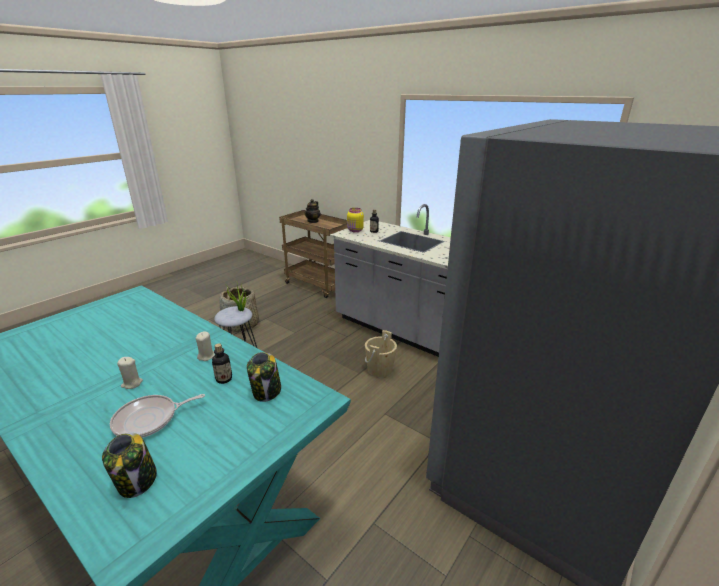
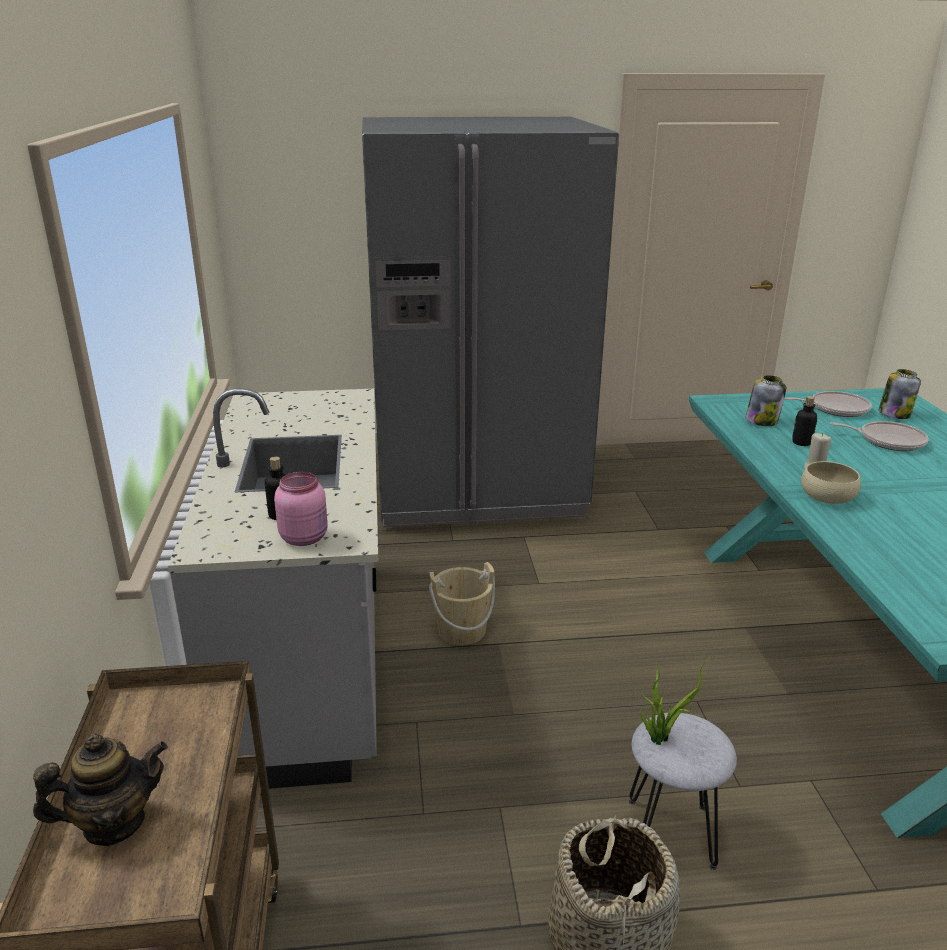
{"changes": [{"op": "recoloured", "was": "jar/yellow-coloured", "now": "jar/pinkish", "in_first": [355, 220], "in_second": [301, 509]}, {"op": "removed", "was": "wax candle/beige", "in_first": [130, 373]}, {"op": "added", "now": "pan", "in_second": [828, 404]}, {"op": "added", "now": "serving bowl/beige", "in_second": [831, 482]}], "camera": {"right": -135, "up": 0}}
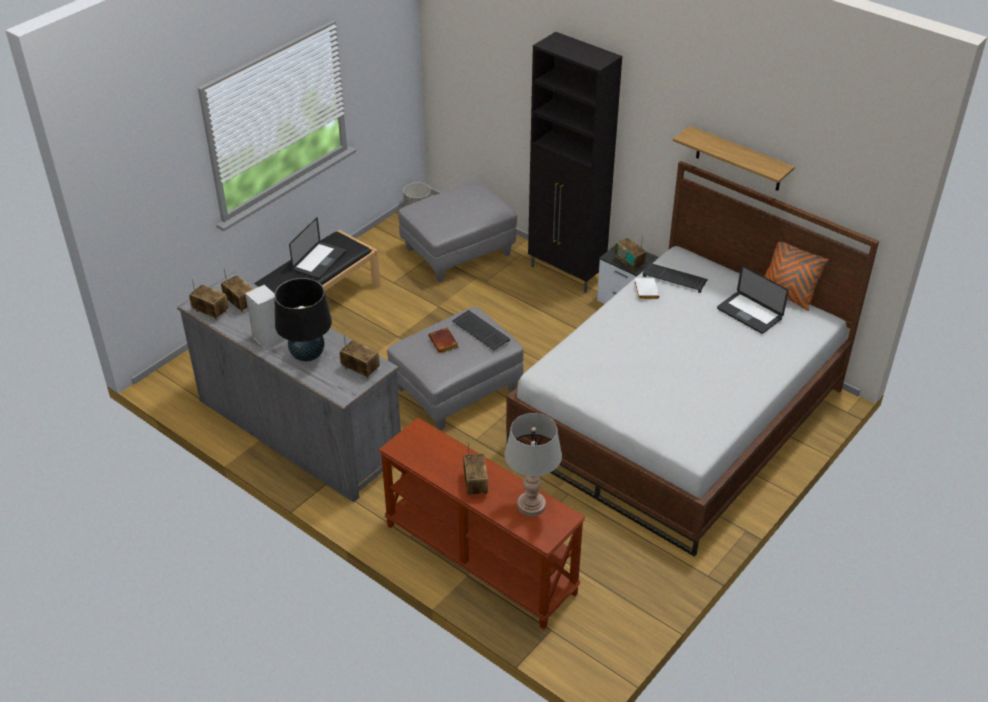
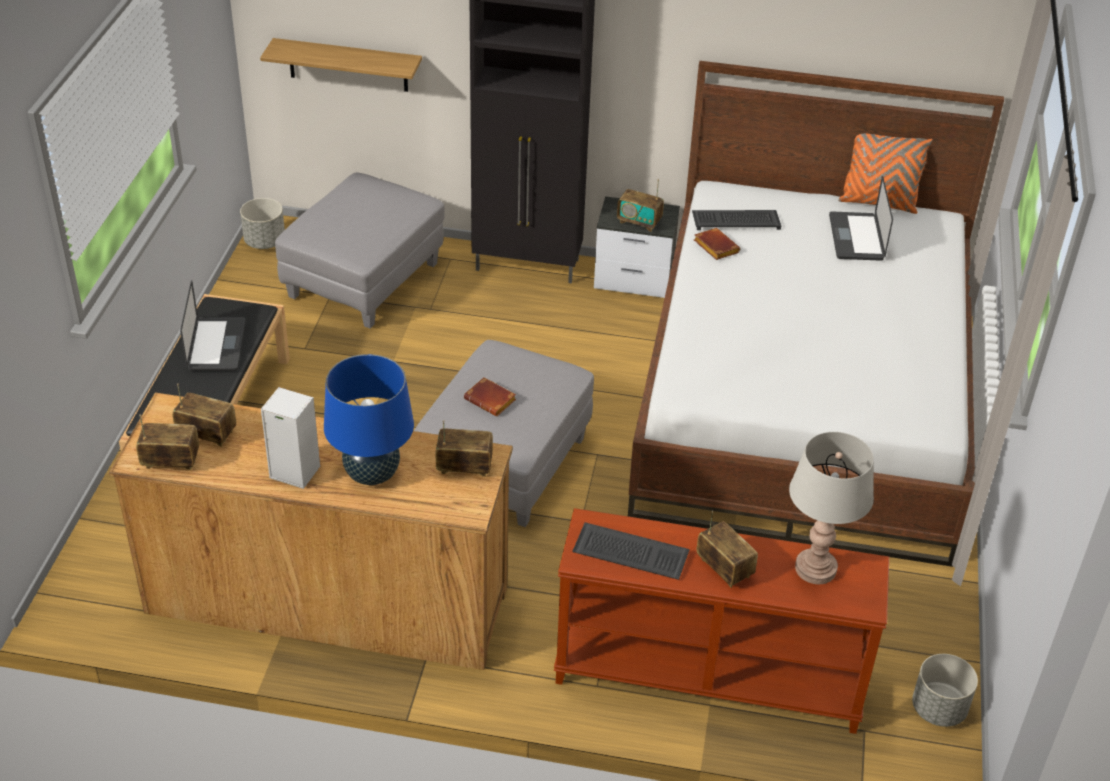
{"changes": [{"op": "moved", "was": "wall shelf", "in_first": [734, 158], "in_second": [341, 65]}, {"op": "turned", "was": "notebook computer", "in_first": [753, 299], "in_second": [861, 218], "clockwise": 75}, {"op": "recoloured", "was": "chest of drawers/grey", "now": "chest of drawers/brown", "in_first": [289, 387], "in_second": [311, 531]}, {"op": "recoloured", "was": "tabletop lamp/black-coloured", "now": "tabletop lamp/bluish", "in_first": [303, 319], "in_second": [369, 419]}, {"op": "recoloured", "was": "bound book/whitish", "now": "bound book/brown", "in_first": [647, 288], "in_second": [717, 244]}, {"op": "moved", "was": "computer keyboard", "in_first": [481, 330], "in_second": [631, 551]}, {"op": "added", "now": "flower pot/grey", "in_second": [945, 690]}], "camera": {"right": -30, "up": 0}}
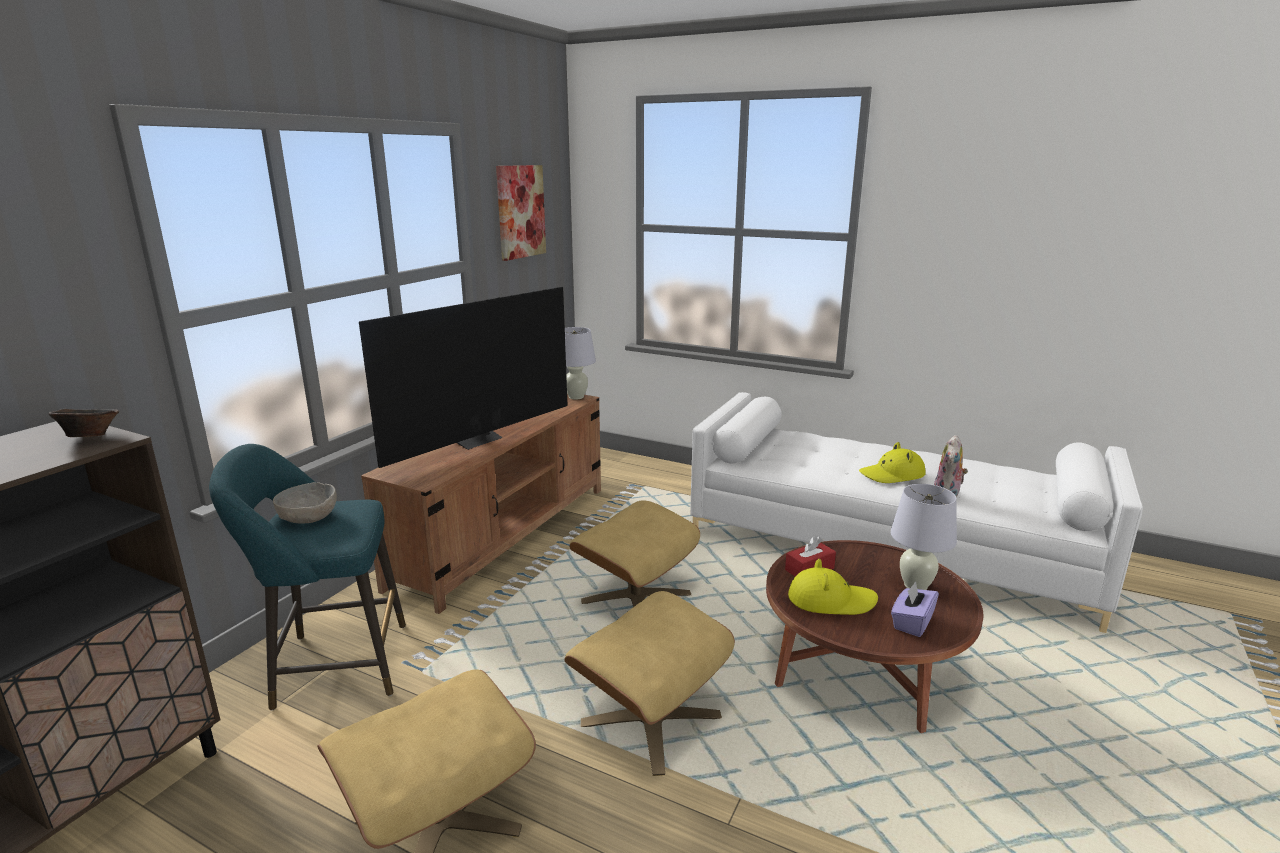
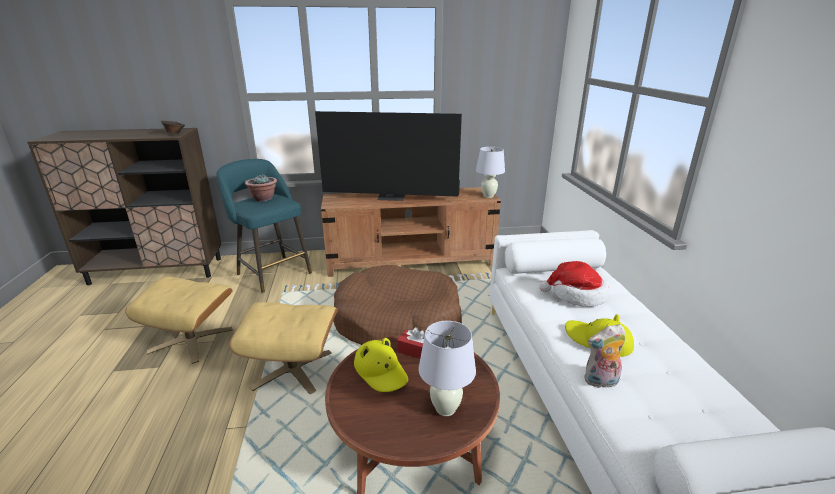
{"changes": [{"op": "removed", "was": "wall art", "in_first": [521, 213]}, {"op": "replaced", "was": "serving bowl/grey", "now": "plant in a pot", "in_first": [305, 503], "in_second": [261, 188]}, {"op": "replaced", "was": "footrest/beige", "now": "pet bed/brown", "in_first": [634, 553], "in_second": [397, 305]}, {"op": "removed", "was": "tissue holder/purple", "in_first": [915, 609]}, {"op": "added", "now": "clothing hat", "in_second": [574, 284]}], "camera": {"right": 55, "up": 5}}
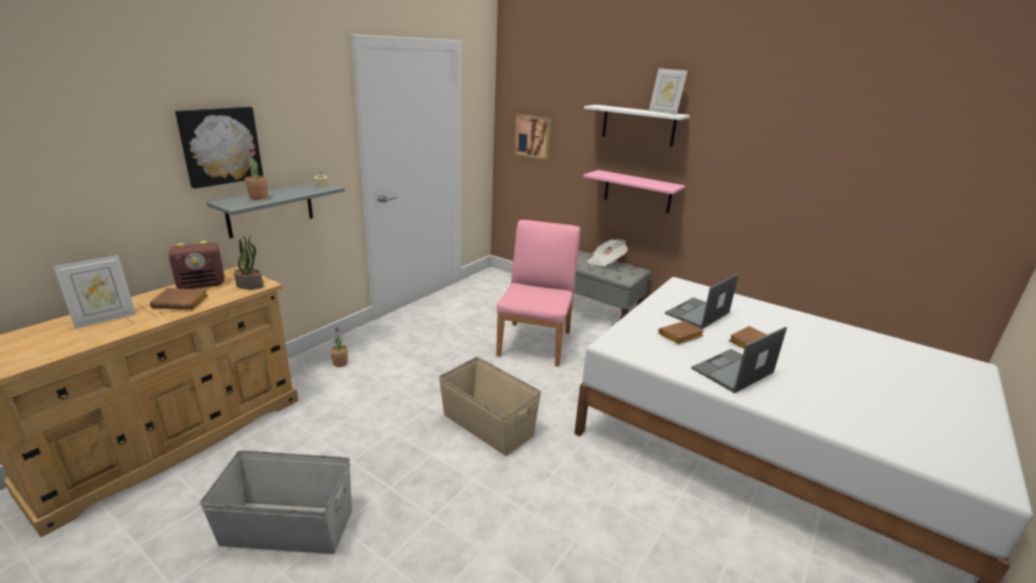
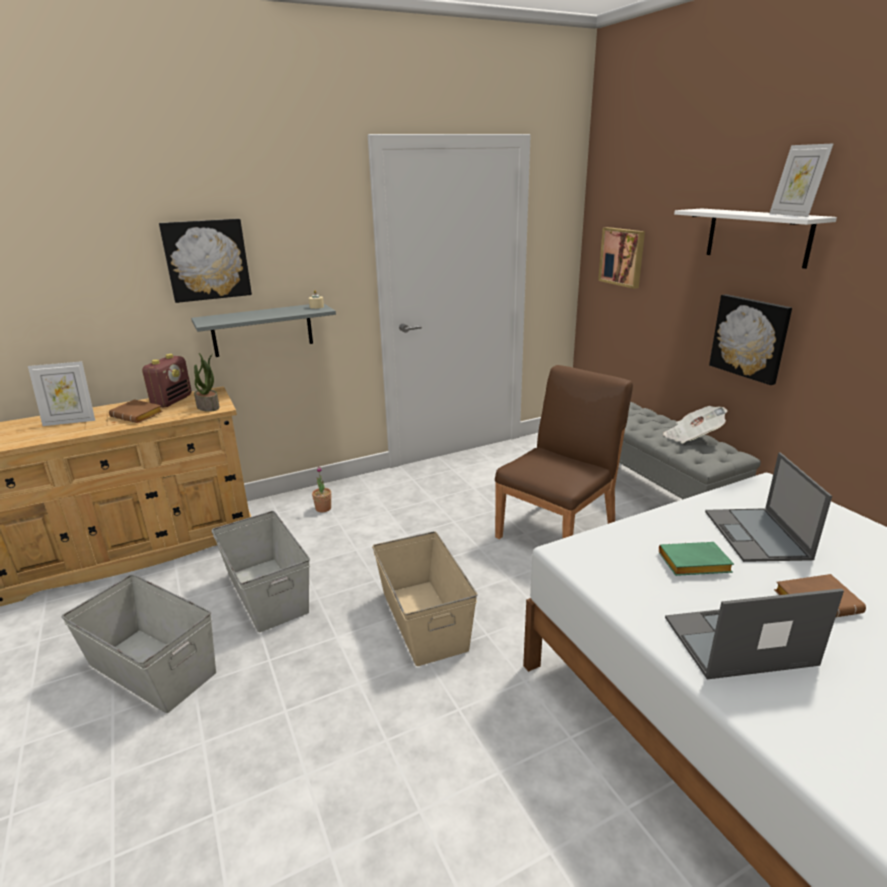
{"changes": [{"op": "removed", "was": "plant in a pot", "in_first": [256, 173]}, {"op": "replaced", "was": "wall shelf/pinkish", "now": "wall art", "in_first": [634, 191], "in_second": [750, 339]}, {"op": "recoloured", "was": "upright chair/pinkish", "now": "upright chair/brown", "in_first": [538, 293], "in_second": [564, 452]}, {"op": "turned", "was": "radio", "in_first": [196, 265], "in_second": [167, 380], "clockwise": -75}, {"op": "turned", "was": "notebook computer", "in_first": [702, 301], "in_second": [768, 507], "clockwise": -75}, {"op": "recoloured", "was": "bound book/brown", "now": "bound book/greenish", "in_first": [681, 332], "in_second": [696, 559]}, {"op": "added", "now": "storage box/grey", "in_second": [260, 571]}], "camera": {"right": 30, "up": 0}}
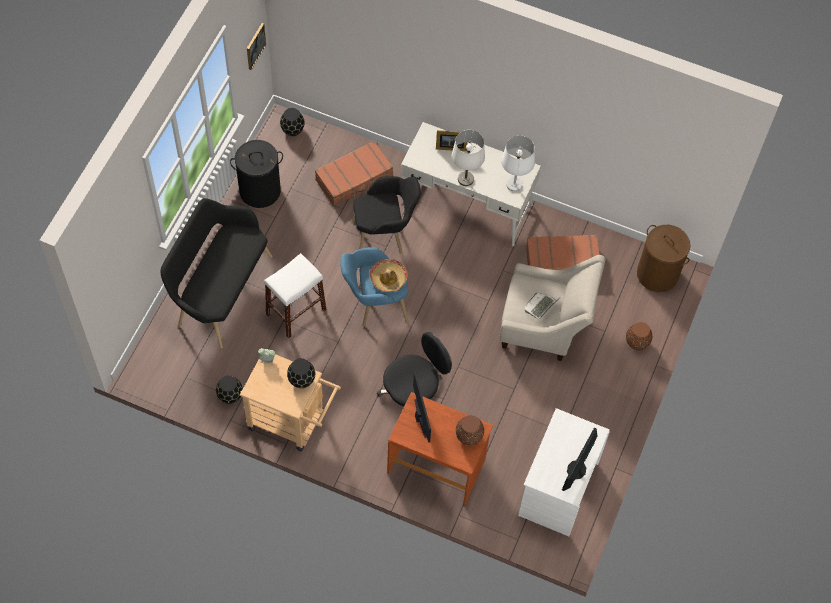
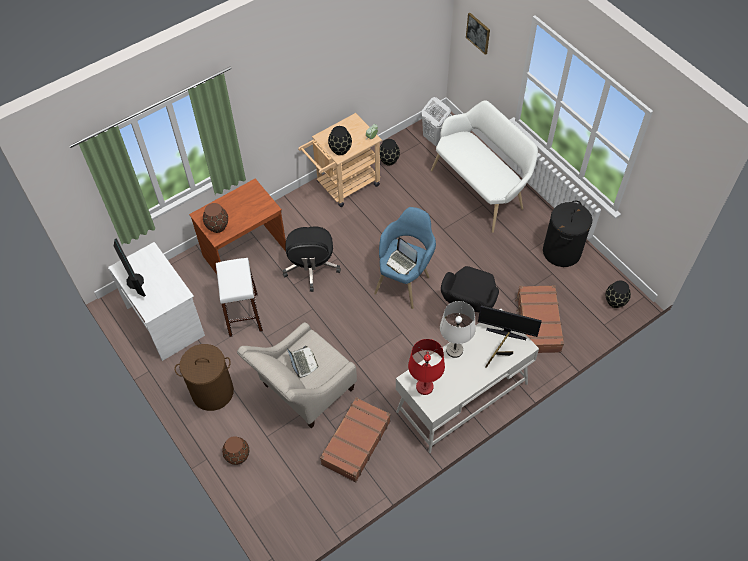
{"changes": [{"op": "moved", "was": "wall art", "in_first": [256, 46], "in_second": [478, 34]}, {"op": "recoloured", "was": "tabletop lamp/whitish", "now": "tabletop lamp/red", "in_first": [518, 163], "in_second": [426, 367]}, {"op": "recoloured", "was": "long seat/black-coloured", "now": "long seat/whitish", "in_first": [216, 273], "in_second": [484, 166]}, {"op": "moved", "was": "hamper/brown", "in_first": [663, 258], "in_second": [204, 377]}, {"op": "moved", "was": "sitting stool/whitish", "in_first": [295, 295], "in_second": [239, 297]}, {"op": "replaced", "was": "clothing hat", "now": "notebook computer", "in_first": [388, 275], "in_second": [402, 256]}, {"op": "moved", "was": "computer screen", "in_first": [422, 407], "in_second": [510, 322]}, {"op": "added", "now": "hamper/whitish", "in_second": [436, 122]}], "camera": {"right": 125, "up": -5}}
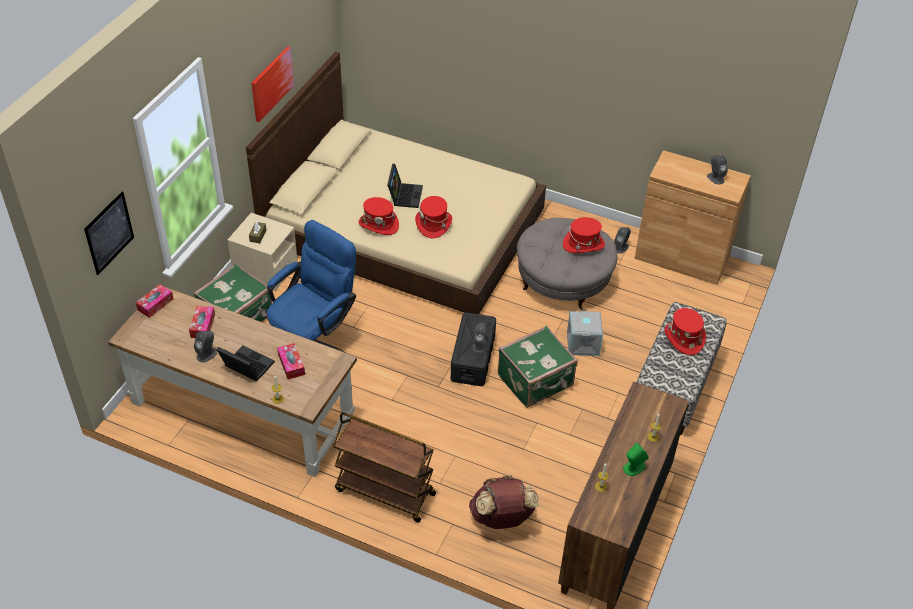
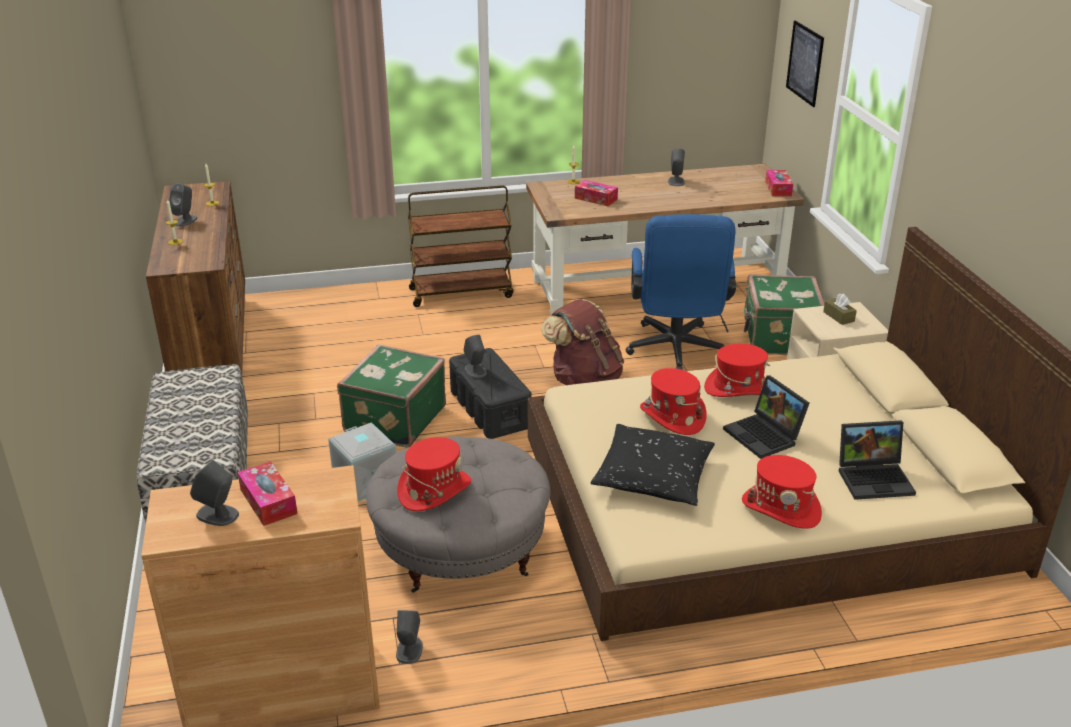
{"changes": [{"op": "removed", "was": "wall art", "in_first": [272, 84]}, {"op": "moved", "was": "tissue holder", "in_first": [202, 322], "in_second": [267, 493]}, {"op": "moved", "was": "clothing hat/red", "in_first": [685, 331], "in_second": [782, 491]}, {"op": "moved", "was": "notebook computer", "in_first": [245, 363], "in_second": [877, 460]}, {"op": "recoloured", "was": "speaker/greenish", "now": "speaker/grey", "in_first": [636, 459], "in_second": [183, 204]}, {"op": "moved", "was": "knapsack/brown", "in_first": [504, 502], "in_second": [582, 342]}, {"op": "added", "now": "throw pillow/black-coloured", "in_second": [652, 465]}], "camera": {"right": 145, "up": -15}}
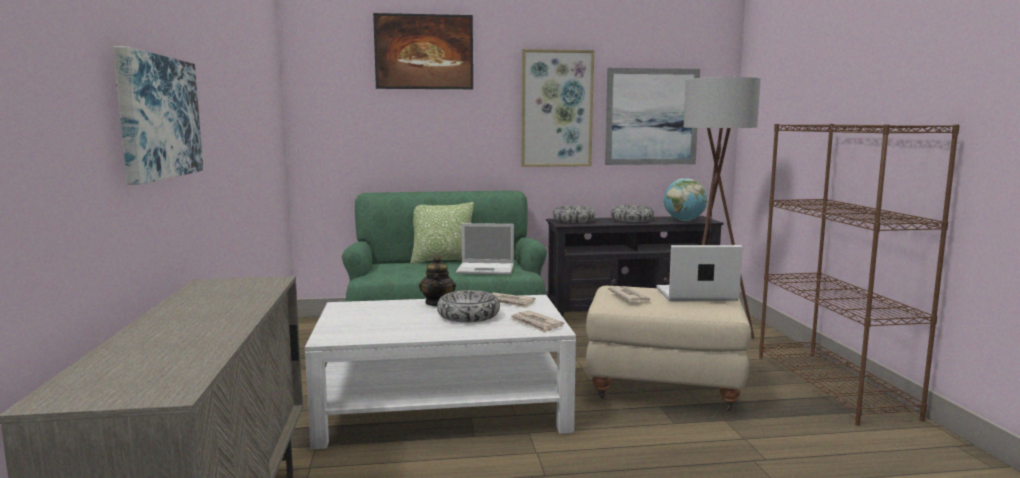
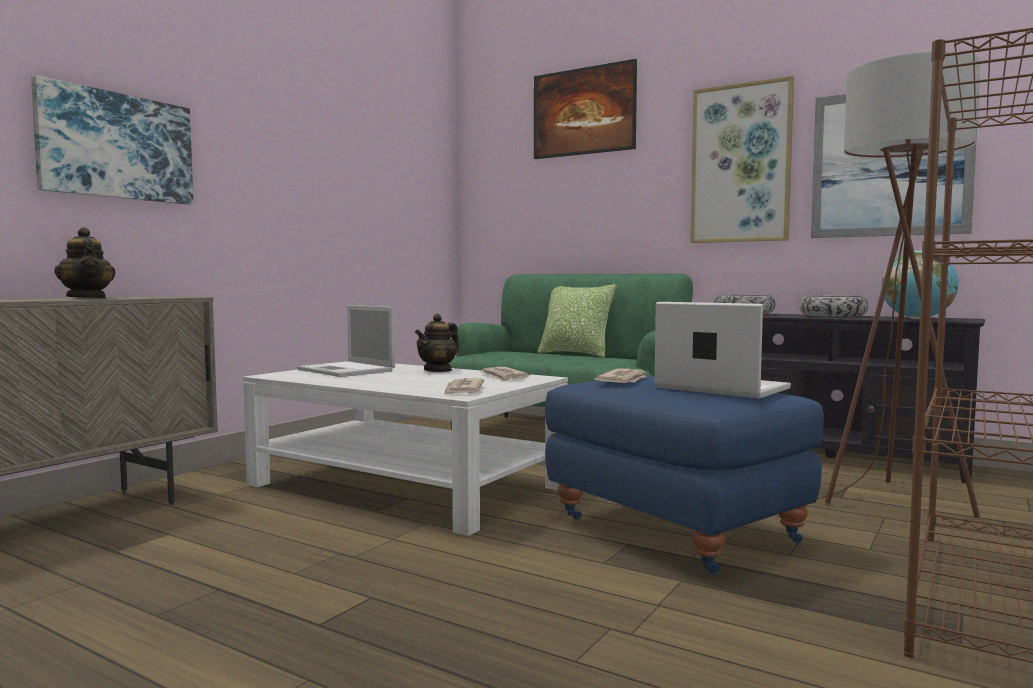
{"changes": [{"op": "moved", "was": "notebook computer", "in_first": [485, 249], "in_second": [346, 341]}, {"op": "recoloured", "was": "footrest/beige", "now": "footrest/bluish", "in_first": [668, 348], "in_second": [684, 475]}, {"op": "removed", "was": "serving bowl", "in_first": [468, 306]}, {"op": "added", "now": "tea pot", "in_second": [85, 263]}], "camera": {"right": 40, "up": -5}}
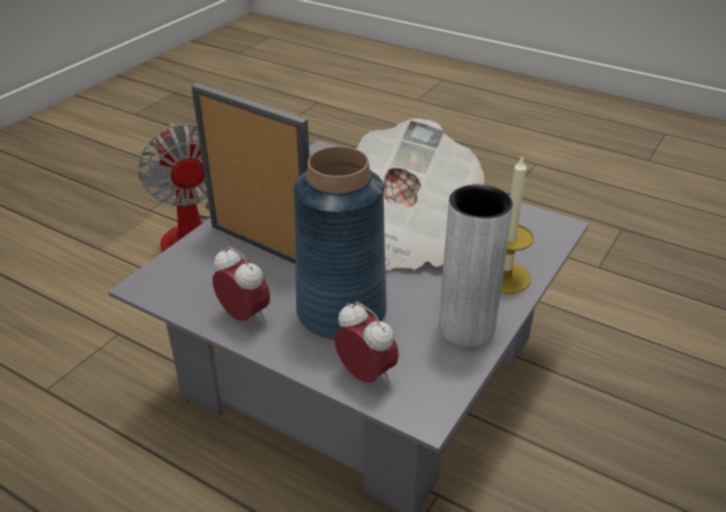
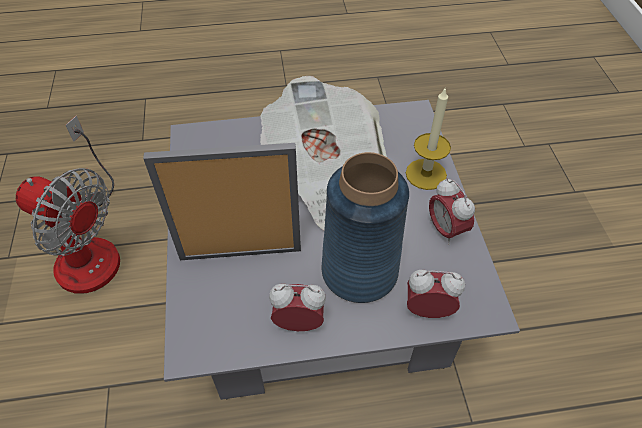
{"changes": [{"op": "replaced", "was": "vase/grey", "now": "bedside clock", "in_first": [476, 265], "in_second": [452, 211]}], "camera": {"right": -40, "up": 15}}
